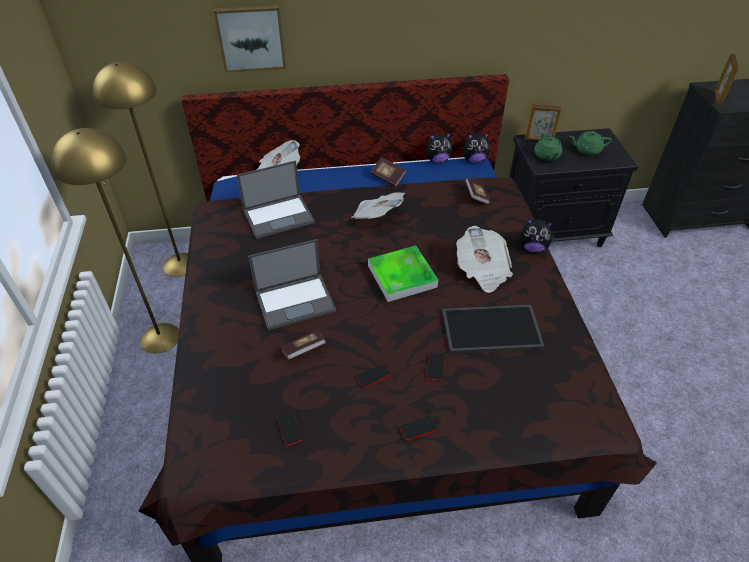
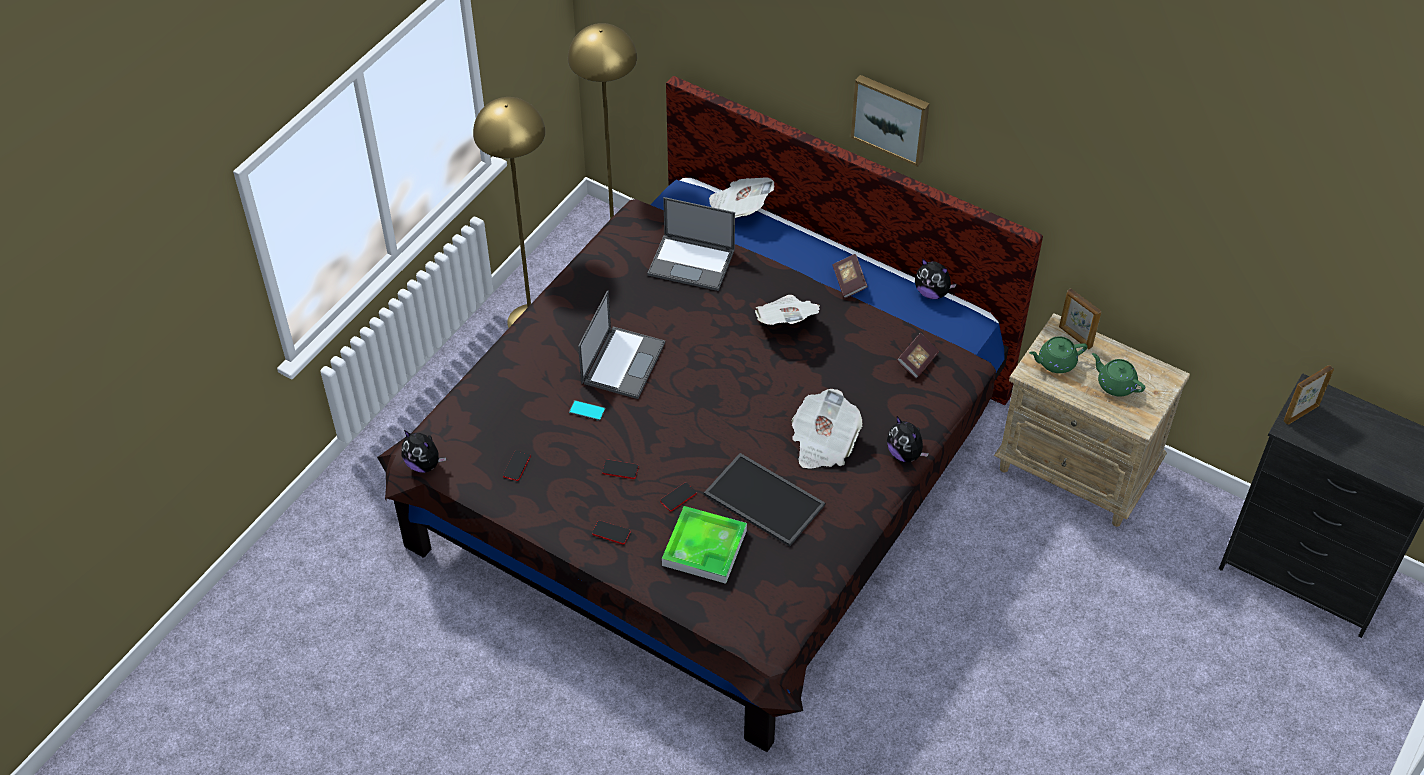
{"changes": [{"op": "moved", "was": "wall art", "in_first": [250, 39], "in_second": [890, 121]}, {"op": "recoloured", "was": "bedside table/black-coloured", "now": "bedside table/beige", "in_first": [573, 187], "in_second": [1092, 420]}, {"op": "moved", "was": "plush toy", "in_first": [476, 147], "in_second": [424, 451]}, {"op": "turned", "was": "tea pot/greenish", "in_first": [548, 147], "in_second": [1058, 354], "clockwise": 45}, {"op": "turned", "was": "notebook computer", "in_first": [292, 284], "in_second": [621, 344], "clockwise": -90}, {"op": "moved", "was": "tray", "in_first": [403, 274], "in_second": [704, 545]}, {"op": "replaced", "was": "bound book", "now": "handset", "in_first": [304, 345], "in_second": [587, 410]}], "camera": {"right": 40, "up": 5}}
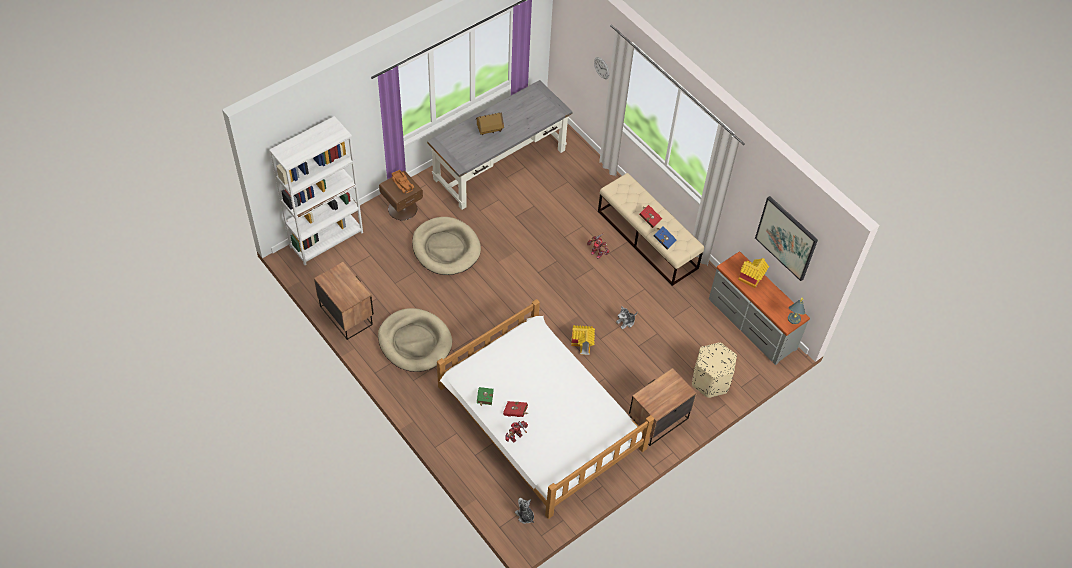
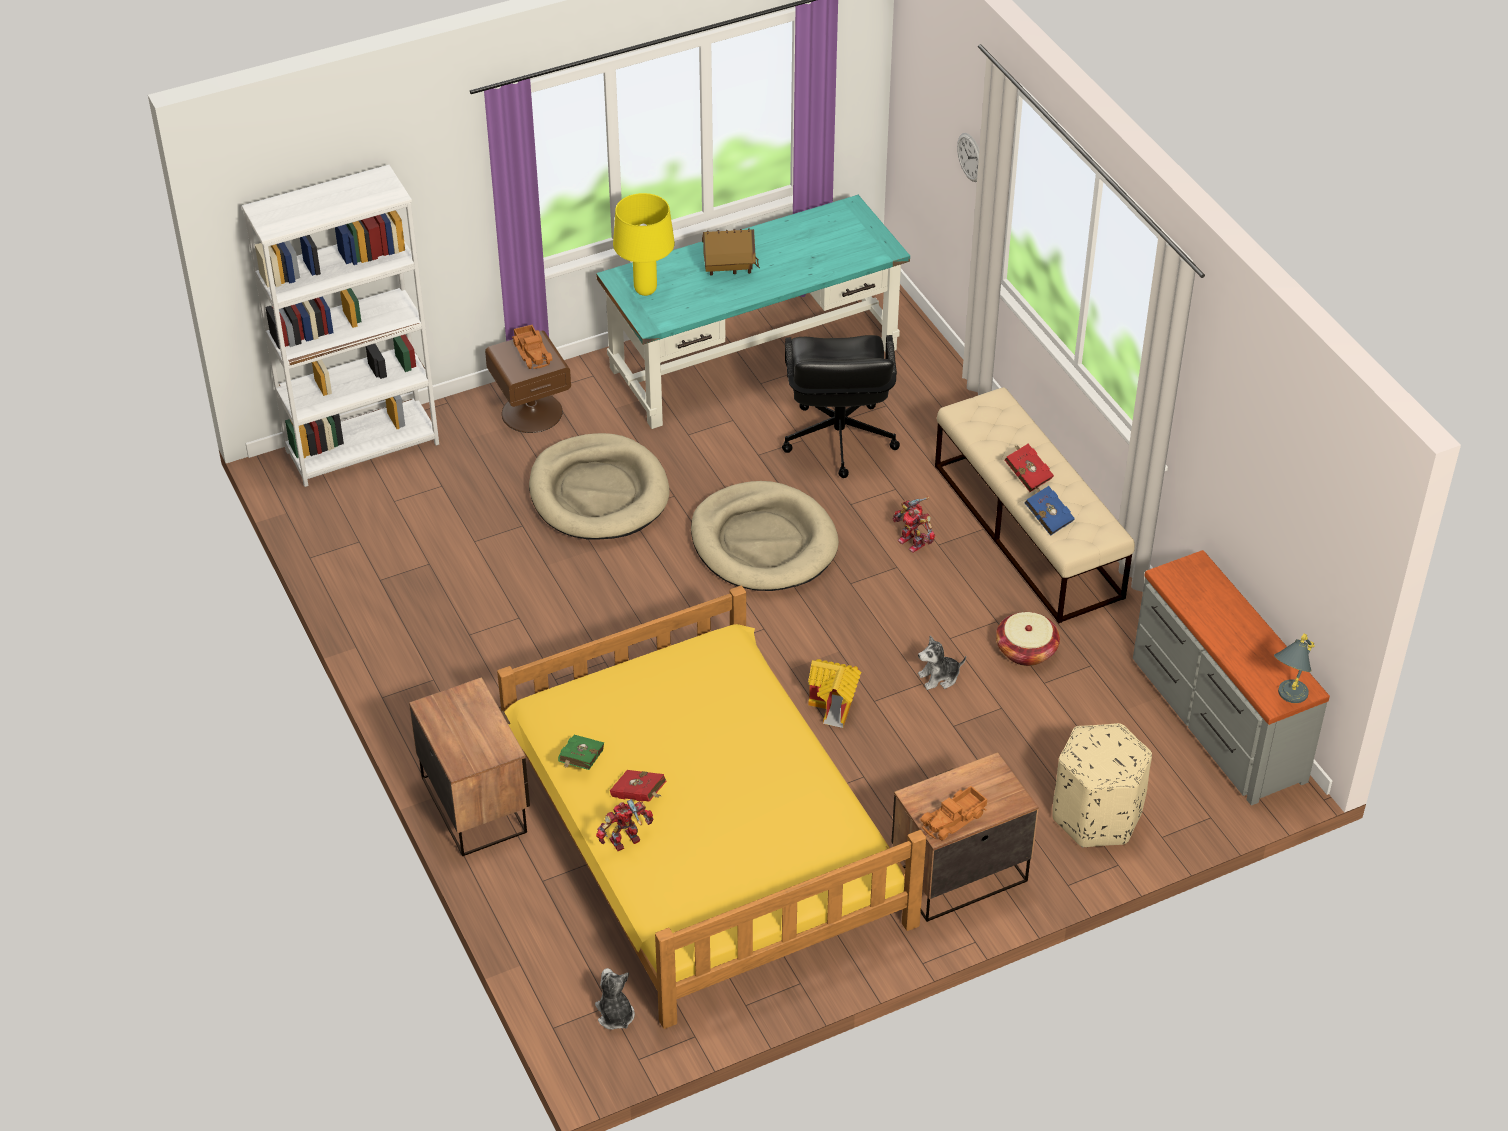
{"changes": [{"op": "recoloured", "was": "desk/grey", "now": "desk/blue-green", "in_first": [500, 145], "in_second": [753, 312]}, {"op": "removed", "was": "wall art", "in_first": [786, 238]}, {"op": "removed", "was": "miniature house", "in_first": [753, 273]}, {"op": "moved", "was": "bedside table", "in_first": [344, 301], "in_second": [469, 766]}, {"op": "recoloured", "was": "sleeping bed/whitish", "now": "sleeping bed/yellow-coloured", "in_first": [545, 409], "in_second": [711, 807]}, {"op": "moved", "was": "pet bed/beige", "in_first": [415, 340], "in_second": [765, 536]}, {"op": "added", "now": "tabletop lamp/yellow-coloured", "in_second": [644, 244]}, {"op": "added", "now": "office chair/black-coloured", "in_second": [841, 406]}, {"op": "added", "now": "storage basket", "in_second": [1028, 639]}, {"op": "added", "now": "toy truck", "in_second": [953, 813]}], "camera": {"right": 15, "up": -10}}
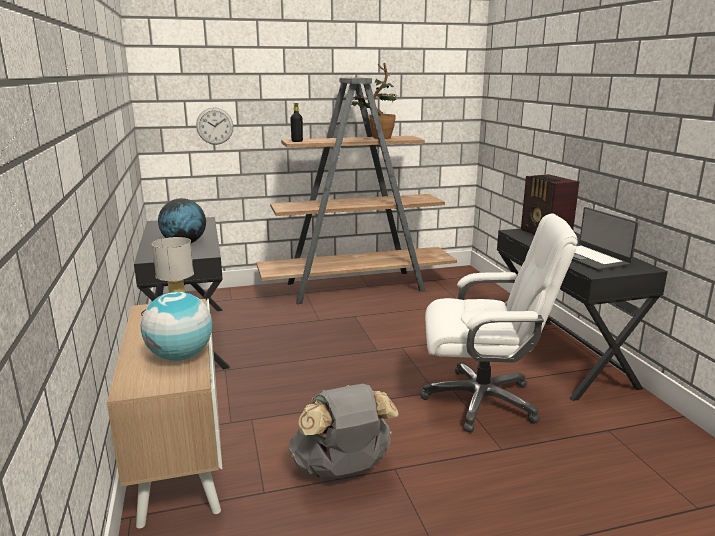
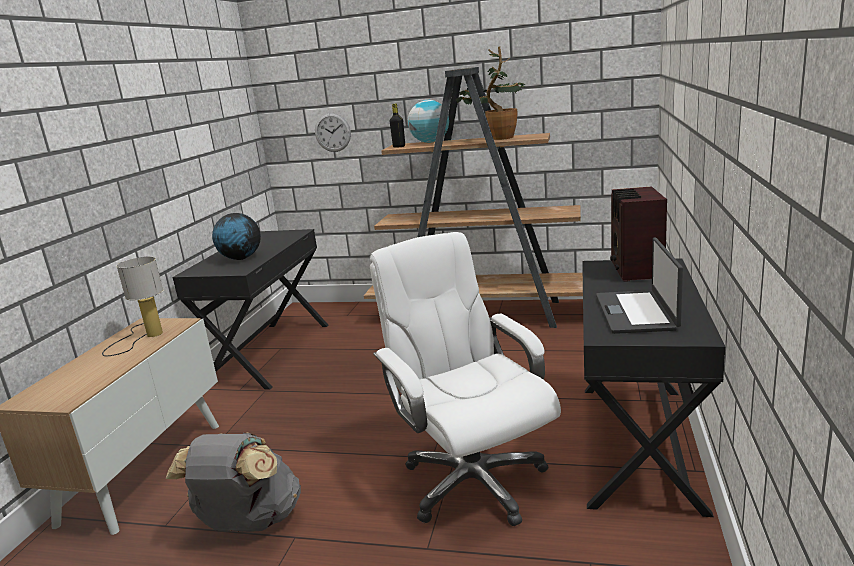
{"changes": [{"op": "turned", "was": "office chair/whitish", "in_first": [499, 323], "in_second": [465, 379], "clockwise": -150}, {"op": "moved", "was": "desk globe", "in_first": [176, 326], "in_second": [428, 121]}], "camera": {"right": 30, "up": 0}}
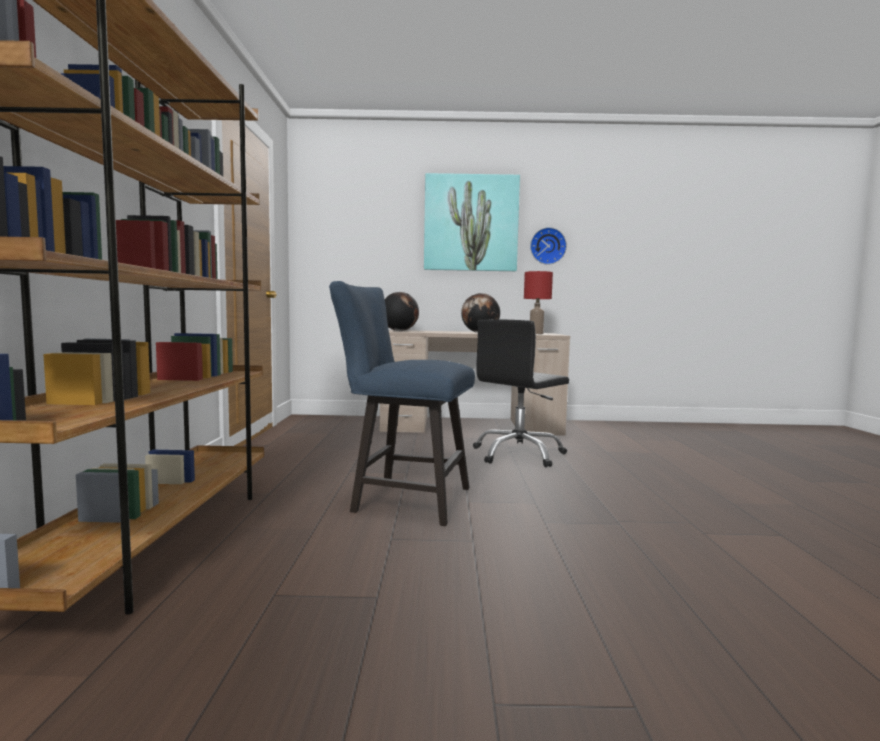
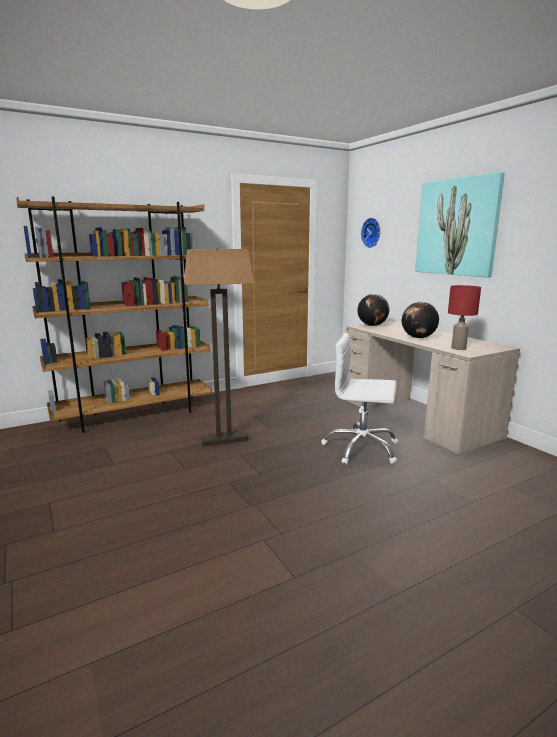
{"changes": [{"op": "moved", "was": "hanging clock", "in_first": [548, 246], "in_second": [371, 233]}, {"op": "replaced", "was": "upright chair/bluish", "now": "standing lamp", "in_first": [402, 403], "in_second": [219, 347]}, {"op": "recoloured", "was": "office chair/black-coloured", "now": "office chair/whitish", "in_first": [521, 393], "in_second": [359, 399]}], "camera": {"right": 60, "up": 10}}
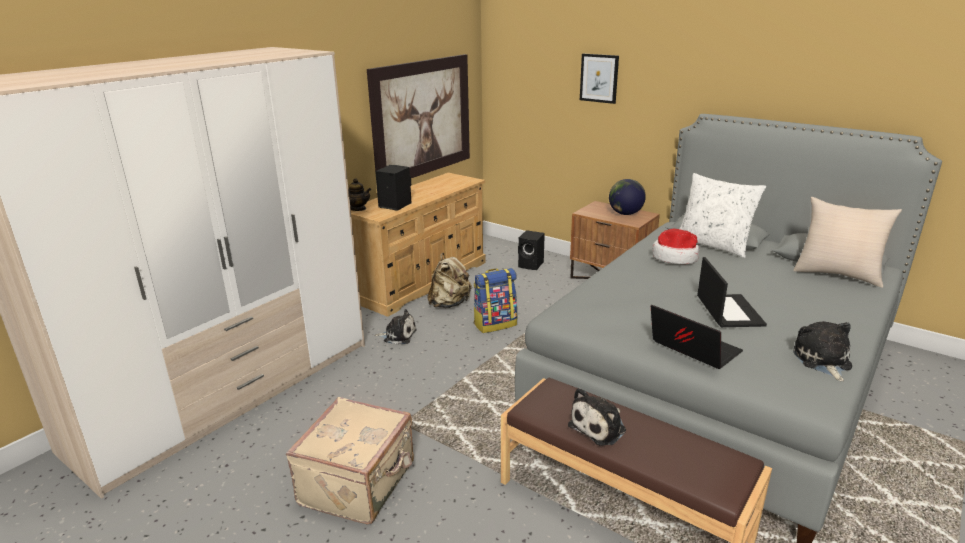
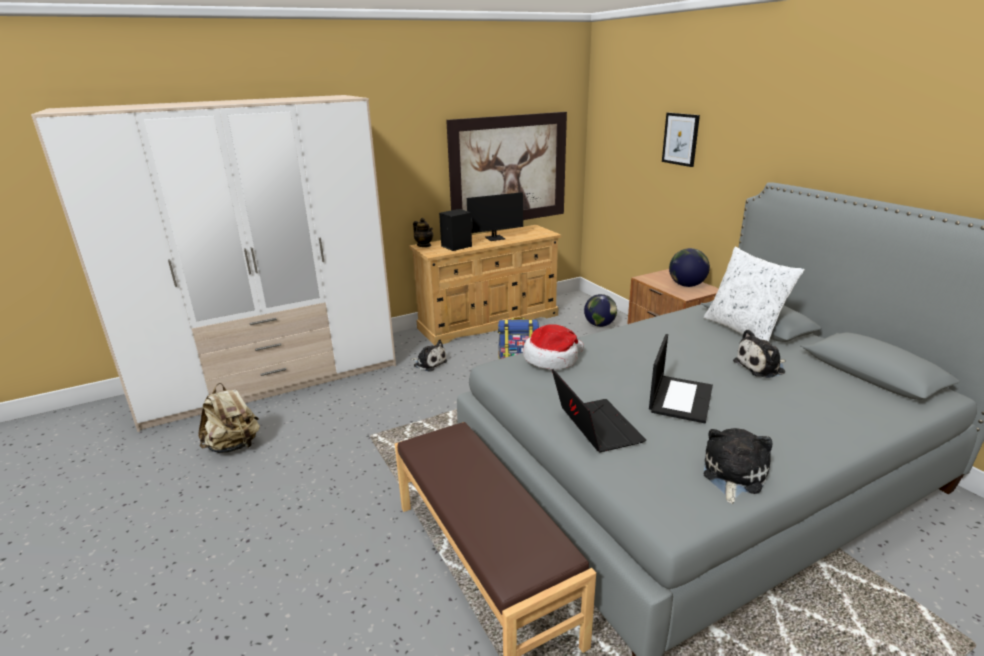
{"changes": [{"op": "removed", "was": "throw pillow/beige", "in_first": [847, 242]}, {"op": "moved", "was": "clothing hat", "in_first": [676, 246], "in_second": [553, 347]}, {"op": "replaced", "was": "speaker/black-coloured", "now": "desk globe", "in_first": [531, 250], "in_second": [600, 310]}, {"op": "moved", "was": "knapsack/beige", "in_first": [449, 280], "in_second": [229, 418]}, {"op": "moved", "was": "plush toy", "in_first": [597, 417], "in_second": [759, 353]}, {"op": "removed", "was": "travel case/beige", "in_first": [350, 461]}, {"op": "added", "now": "computer screen", "in_second": [502, 216]}], "camera": {"right": 25, "up": 0}}
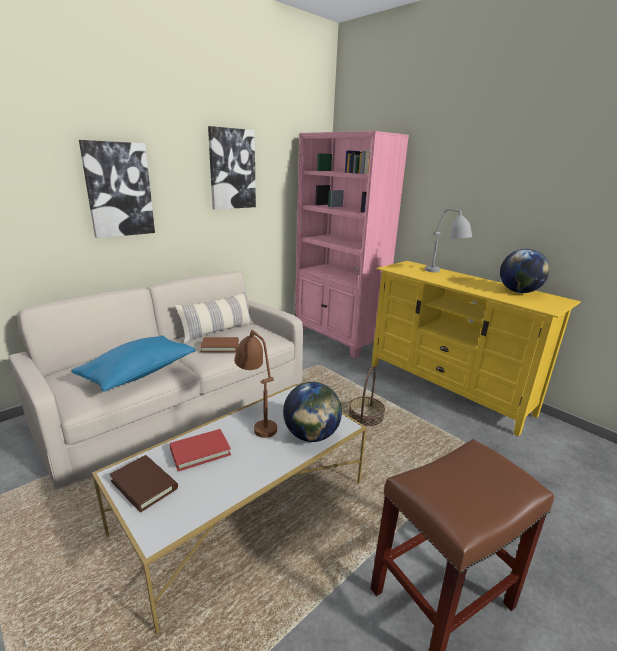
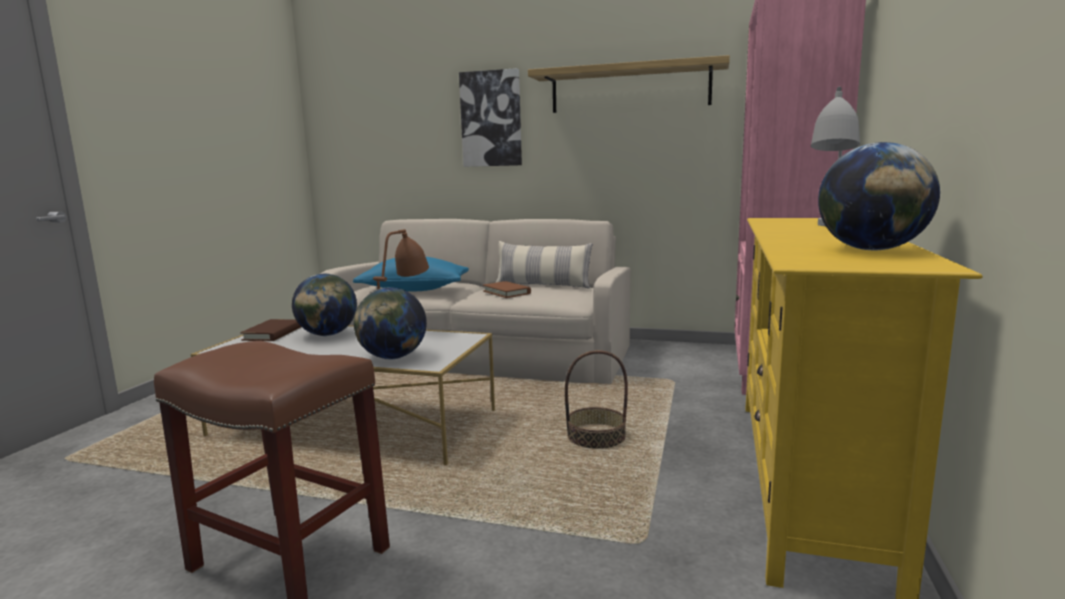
{"changes": [{"op": "replaced", "was": "wall art", "now": "wall shelf", "in_first": [232, 168], "in_second": [629, 84]}, {"op": "replaced", "was": "bound book/red", "now": "desk globe", "in_first": [200, 450], "in_second": [324, 305]}], "camera": {"right": 60, "up": -10}}
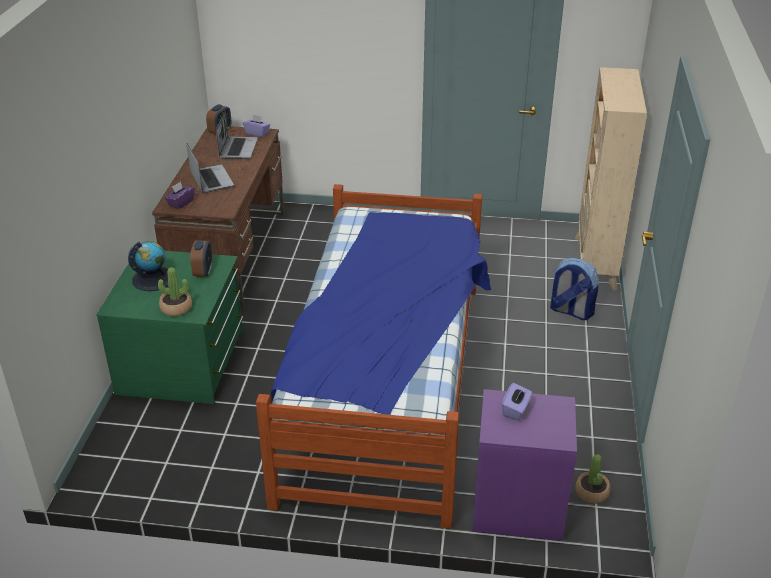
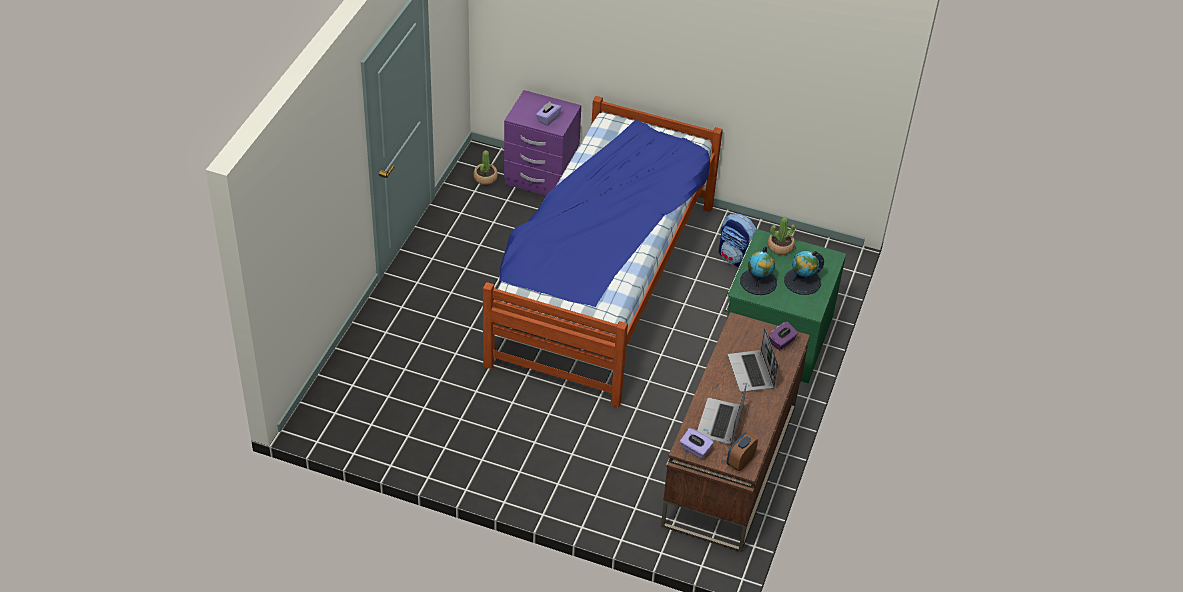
{"changes": [{"op": "removed", "was": "bookshelf/beige", "in_first": [610, 178]}, {"op": "replaced", "was": "bedside clock", "now": "desk globe", "in_first": [201, 258], "in_second": [758, 270]}, {"op": "moved", "was": "knapsack", "in_first": [574, 289], "in_second": [738, 241]}], "camera": {"right": -170, "up": 10}}
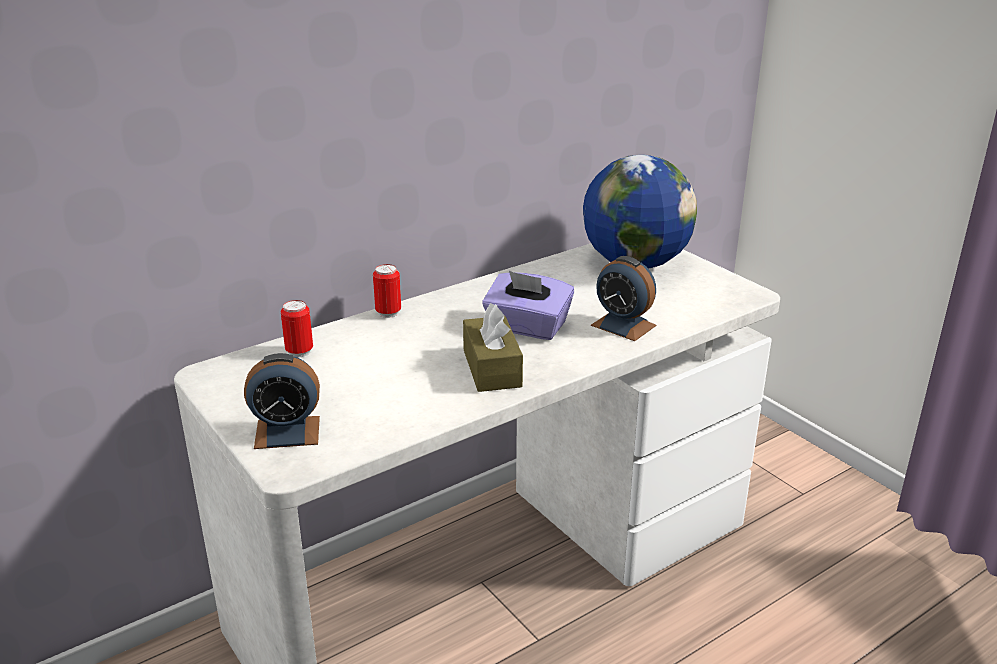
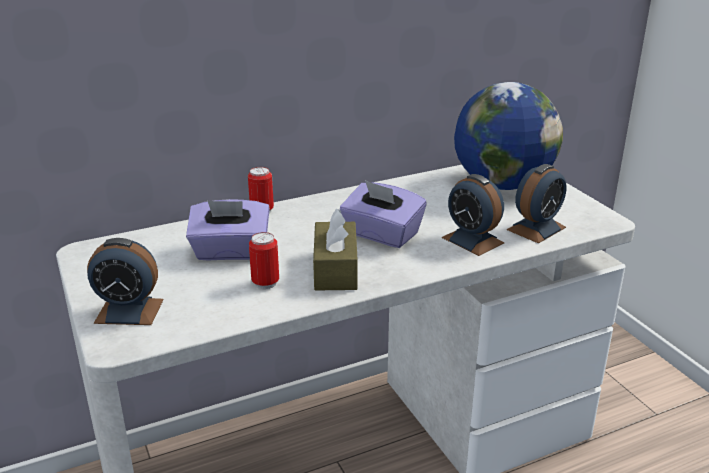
{"changes": [{"op": "moved", "was": "metal can", "in_first": [297, 328], "in_second": [264, 260]}, {"op": "added", "now": "bedside clock", "in_second": [537, 204]}, {"op": "added", "now": "tissue holder/purple", "in_second": [228, 229]}], "camera": {"right": 10, "up": 0}}
